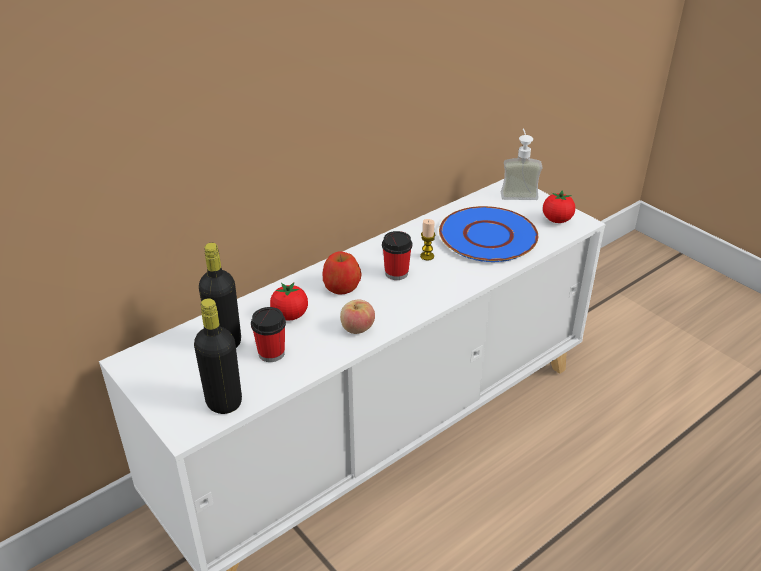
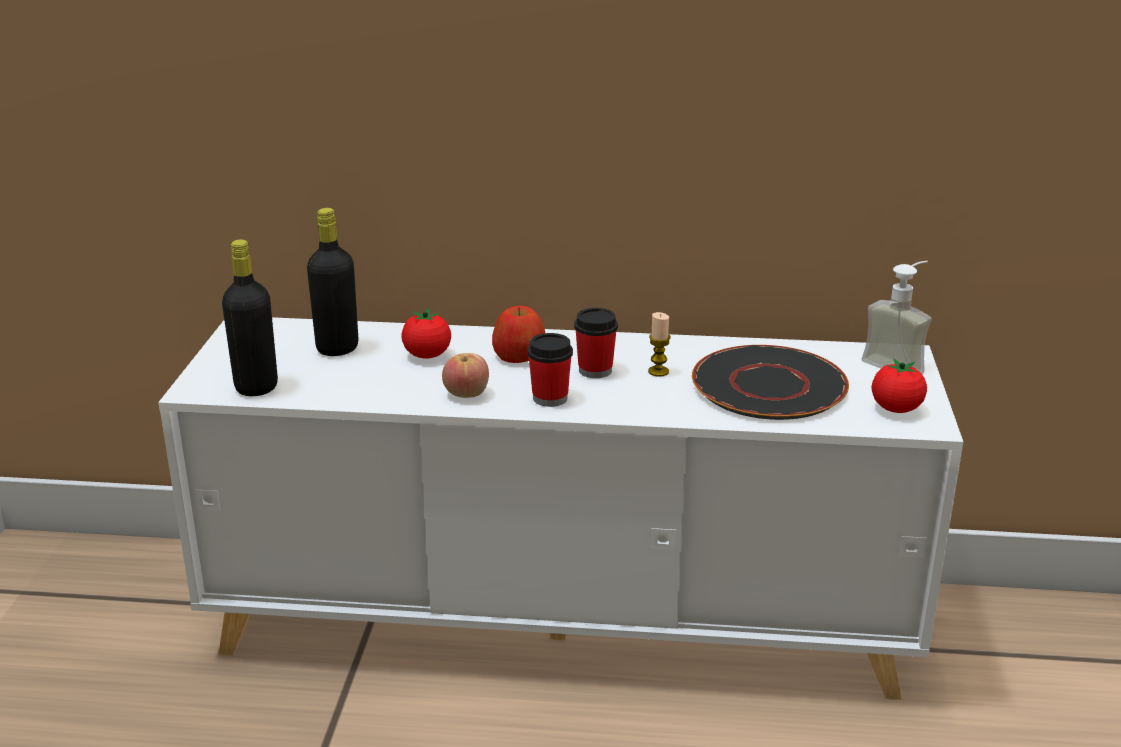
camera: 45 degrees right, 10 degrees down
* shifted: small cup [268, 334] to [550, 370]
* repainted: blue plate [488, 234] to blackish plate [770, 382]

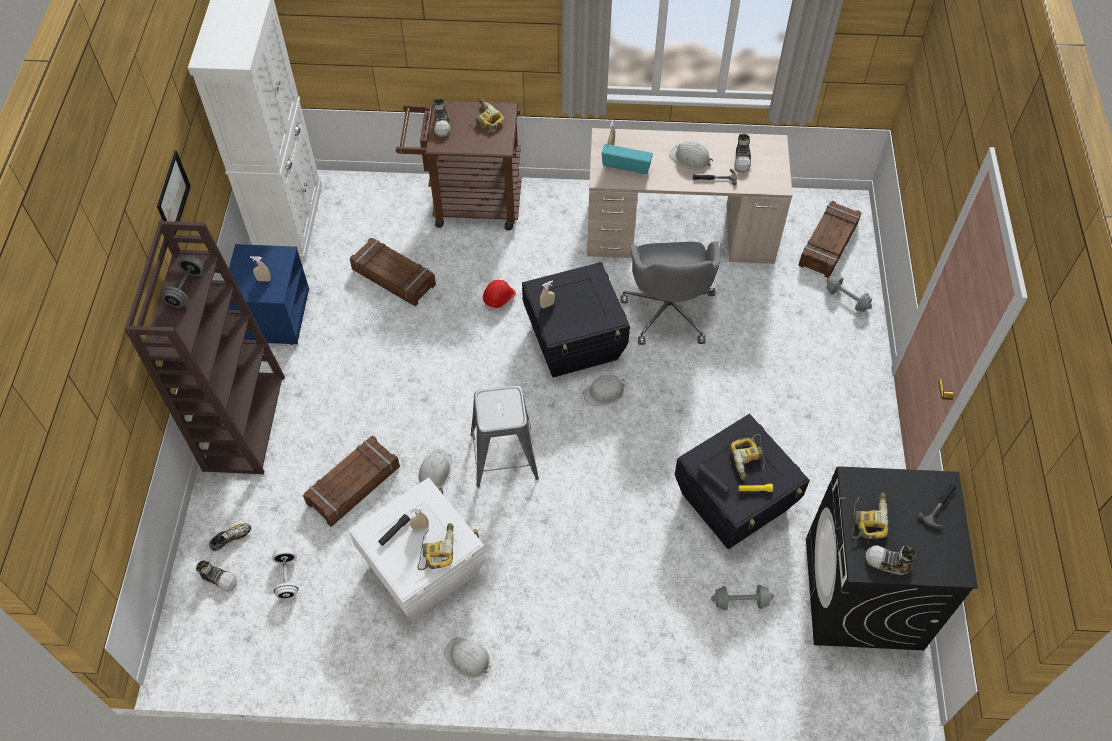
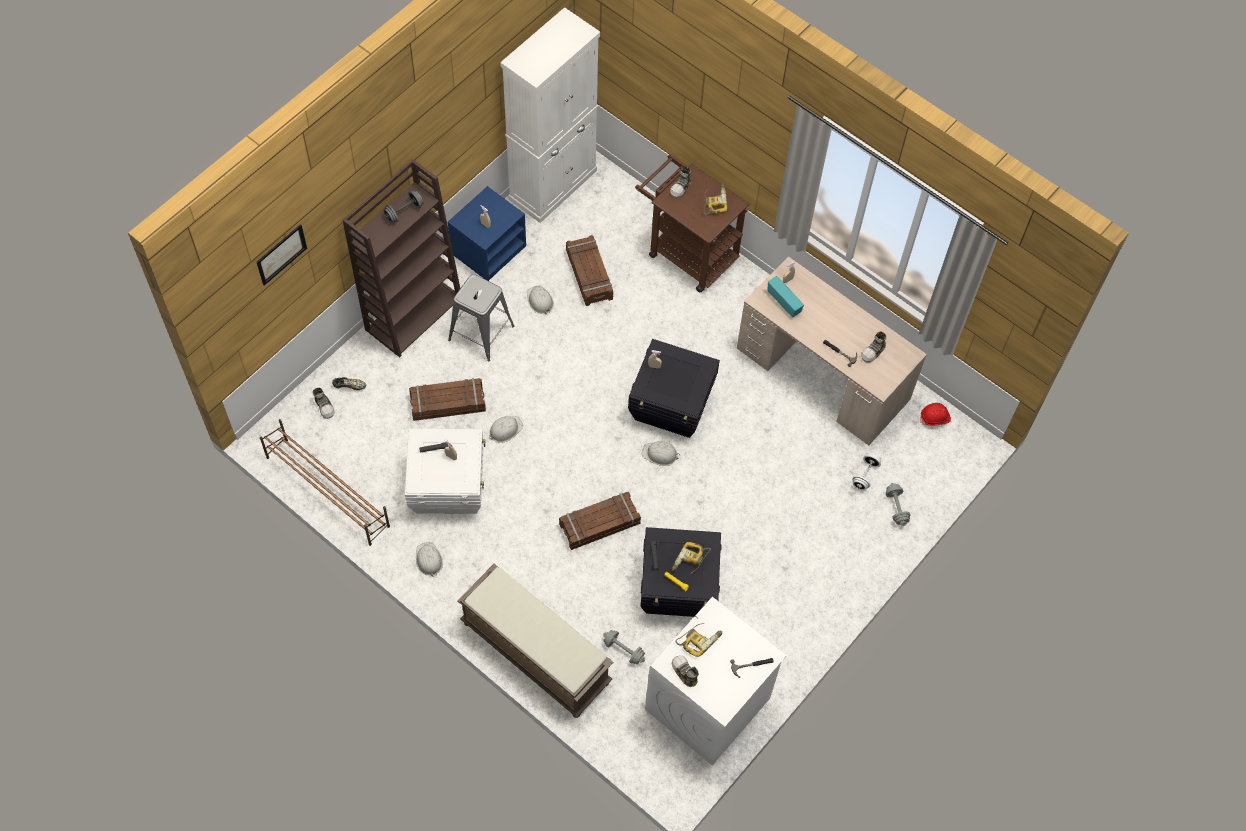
camera: 35 degrees right, 5 degrees up
* gone: drill [436, 546]
* gone: grey office chair [670, 293]
* new: brown shoe rack [325, 482]
* new: brown indoor bench [535, 641]
* shifted: wall picture [173, 193] to [282, 255]
* shifted: white dumbbell [285, 573] to [866, 471]
* shifted: grey stool [504, 436] to [481, 318]
* shifted: red-coloured work helmet [499, 295] to [935, 414]
* shifted: white work helmet [691, 155] to [540, 300]
* shifted: packing crate [829, 239] to [600, 521]
* repainted: blackish laundry machine [892, 558] to white laundry machine [716, 681]

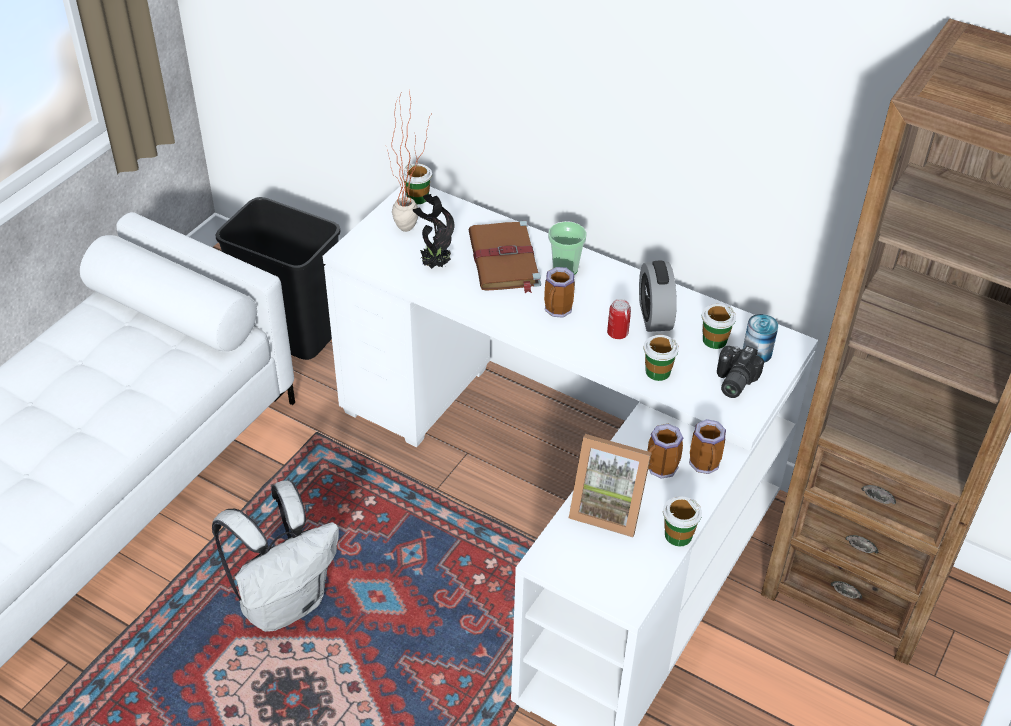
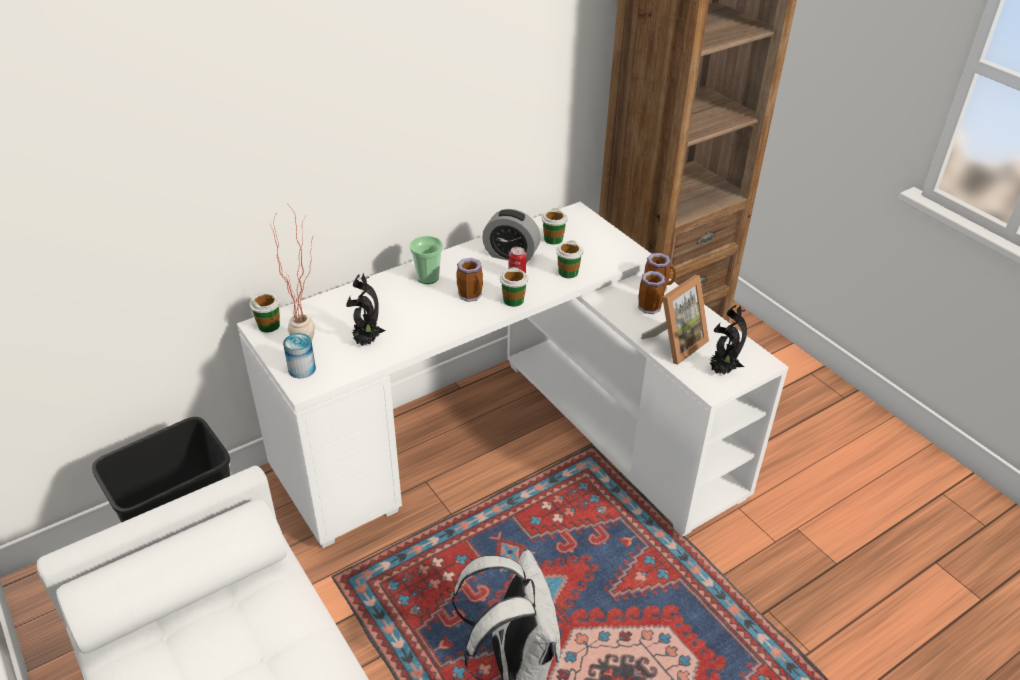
camera: 65 degrees left, 5 degrees down
* gone: brown volume [504, 257]
* gone: still camera [740, 372]
* new: plant in a pot [728, 340]
* shifted: small cup [682, 521] to [514, 287]
* shifted: sealed can [760, 338] to [299, 355]

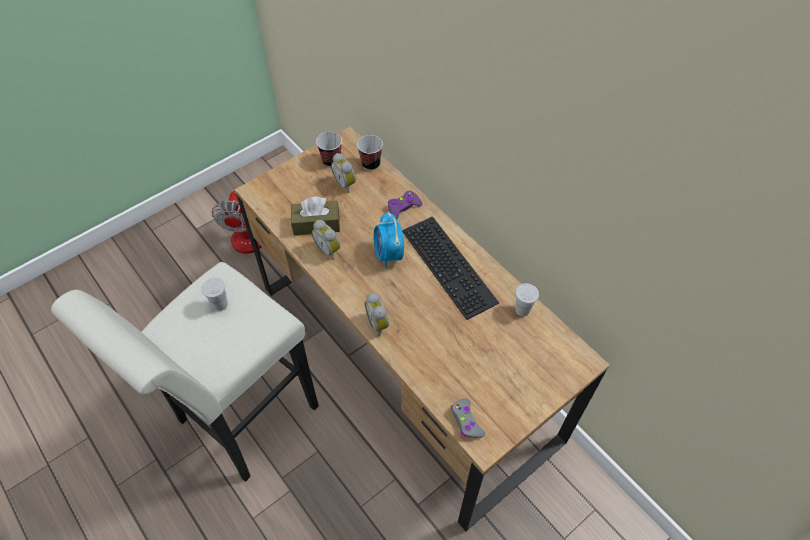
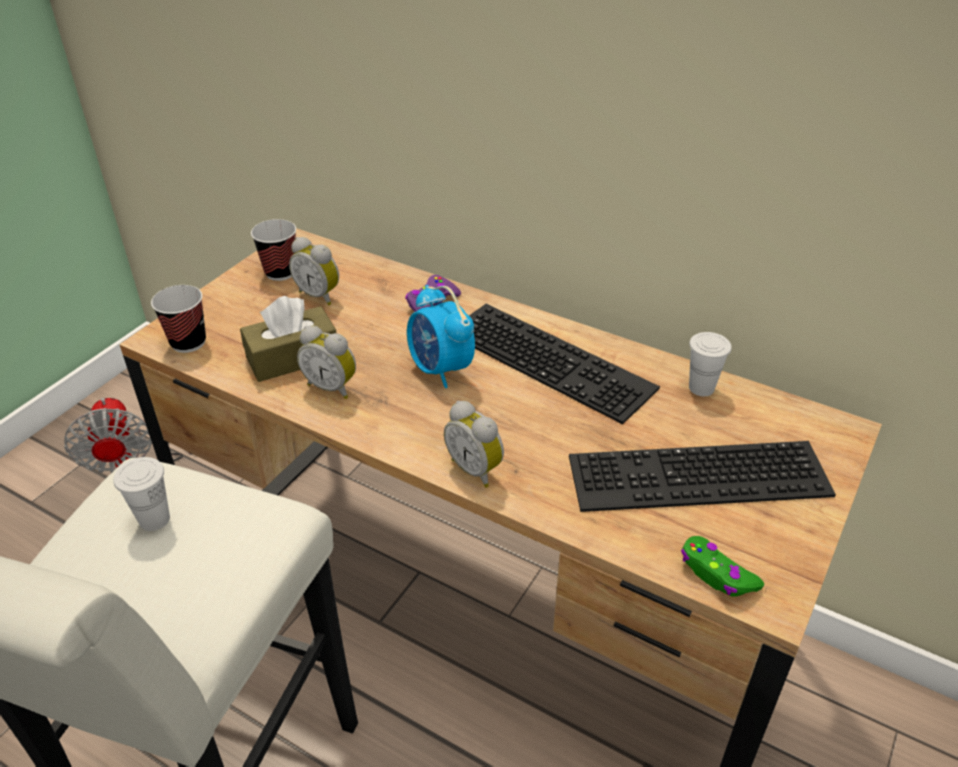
camera: 20 degrees left, 15 degrees down
* new: keyboard [702, 476]
* shifted: small cup [370, 153] to [178, 319]
* repainted: grey joypad [468, 418] to green joypad [722, 566]

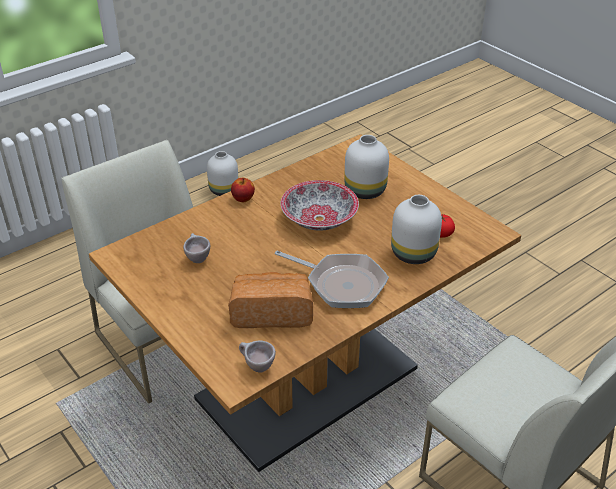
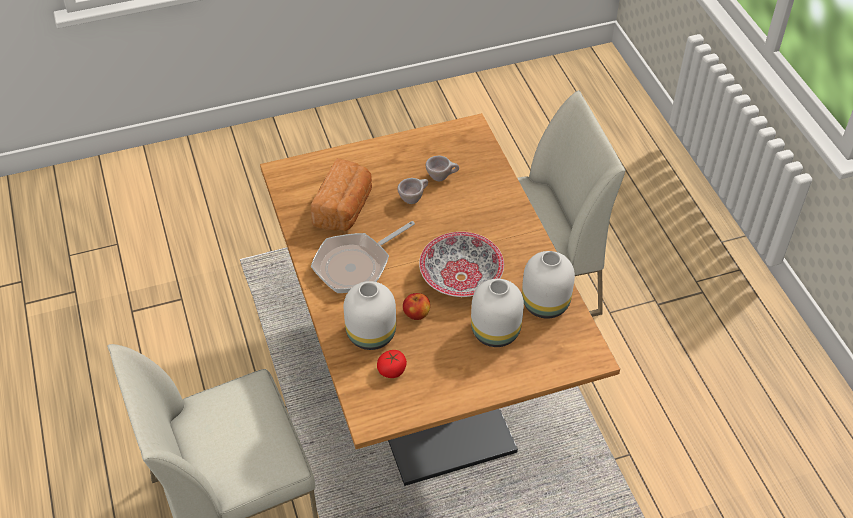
camera: 110 degrees right, 10 degrees up
* shifted: white vase [222, 173] to [548, 285]
* shifted: apple fruit [243, 190] to [416, 306]
* shifted: sand-coloured small cup [257, 356] to [412, 191]

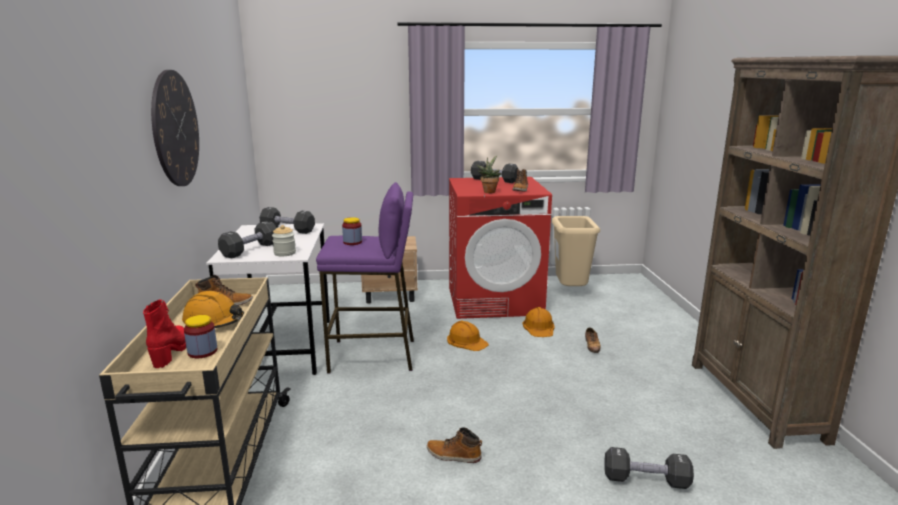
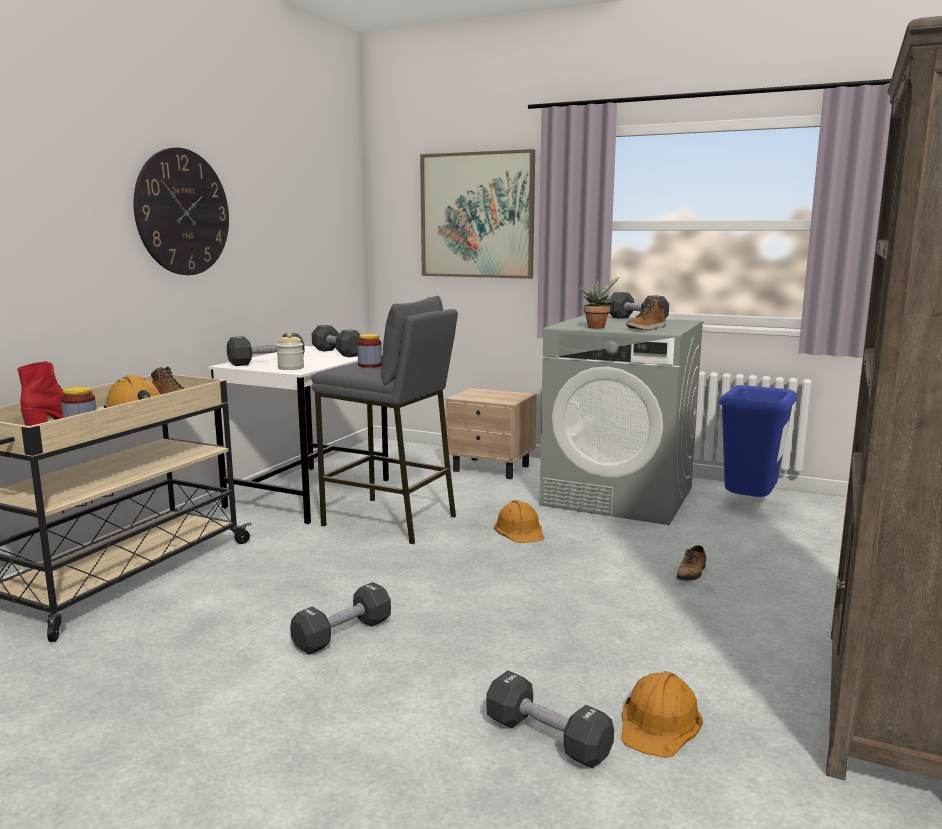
camera: 30 degrees right, 5 degrees down
* new: wall picture [477, 214]
* shifted: orangey work helmet [538, 322] to [662, 714]
* swapped: high-top boot [454, 445] to blackish dumbbell [340, 618]
* repainted: purple-coloured stool [365, 277] to grey stool [384, 420]
* repainted: red-coloured laundry machine [500, 248] to grey laundry machine [621, 420]
* repainted: sand-coloured rubbish bin [576, 251] to blue rubbish bin [757, 441]

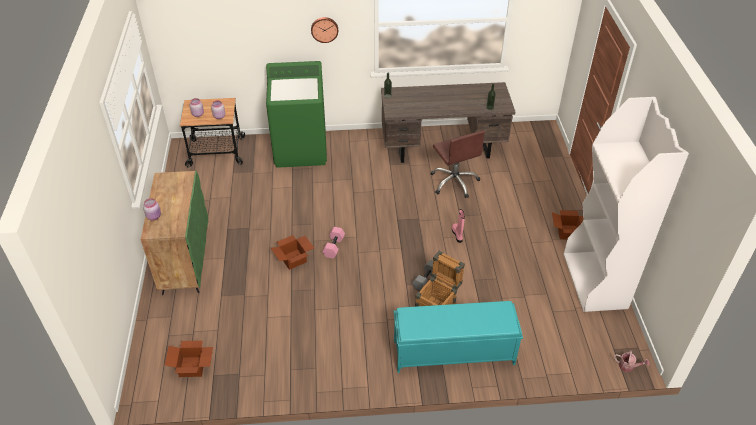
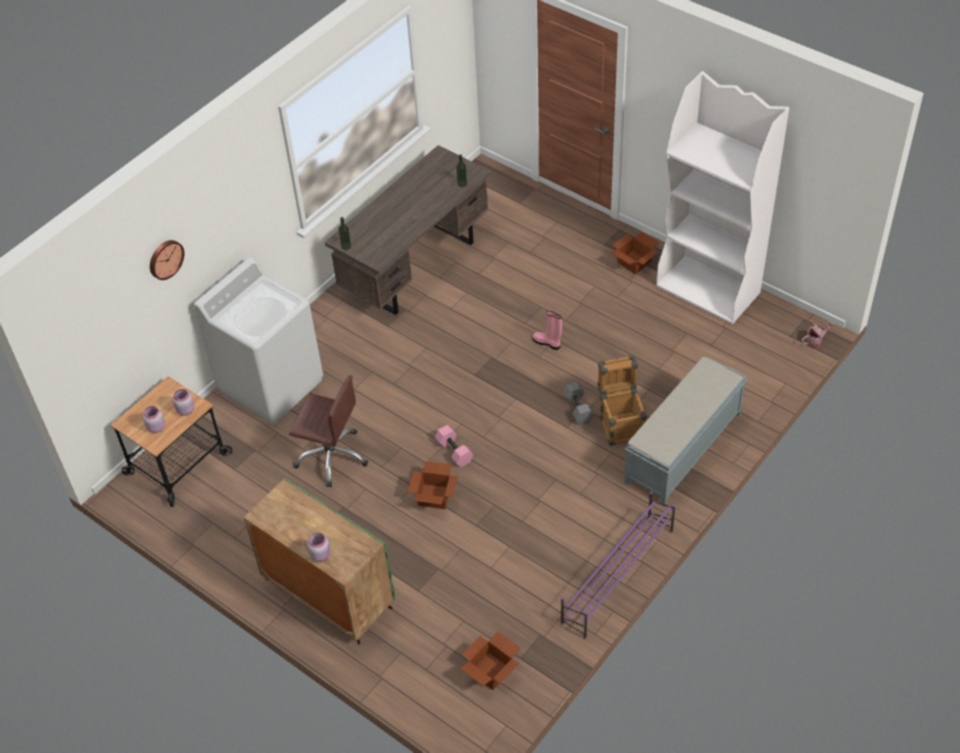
camera: 45 degrees left, 5 degrees up
* new: purple-coloured shoe rack [618, 565]
* shifted: wall clock [324, 30] to [167, 260]
* shifted: brown office chair [458, 164] to [328, 431]
* repainted: green laundry machine [296, 114] to white laundry machine [258, 341]
* repainted: blue-green indoor bench [458, 337] to grey indoor bench [685, 431]

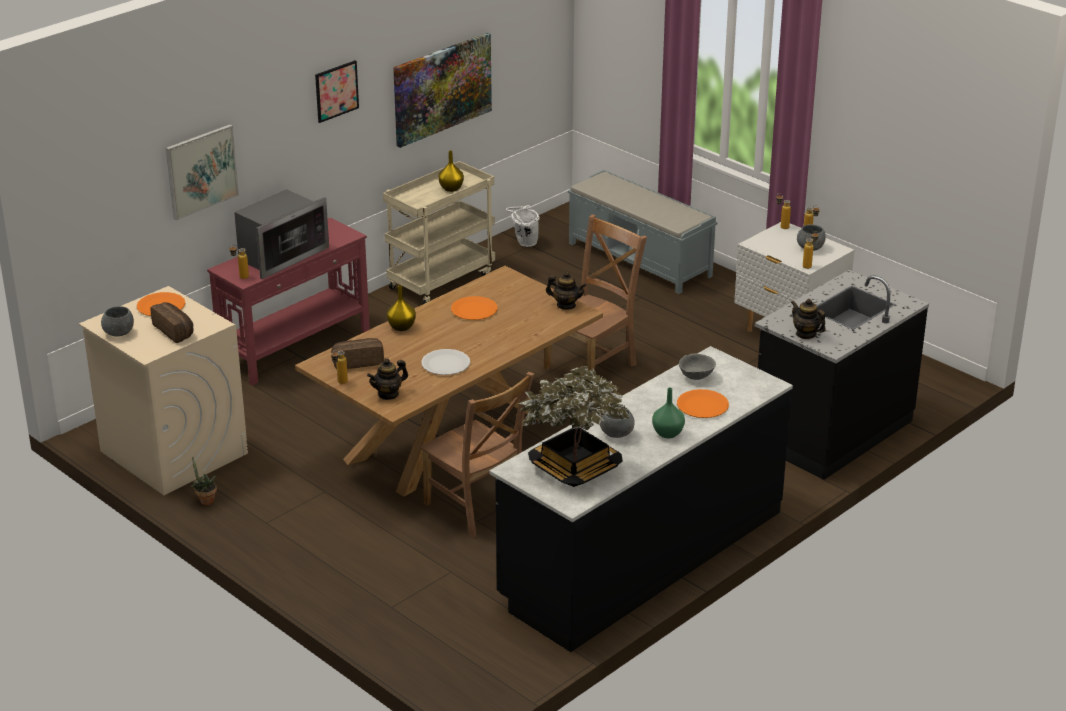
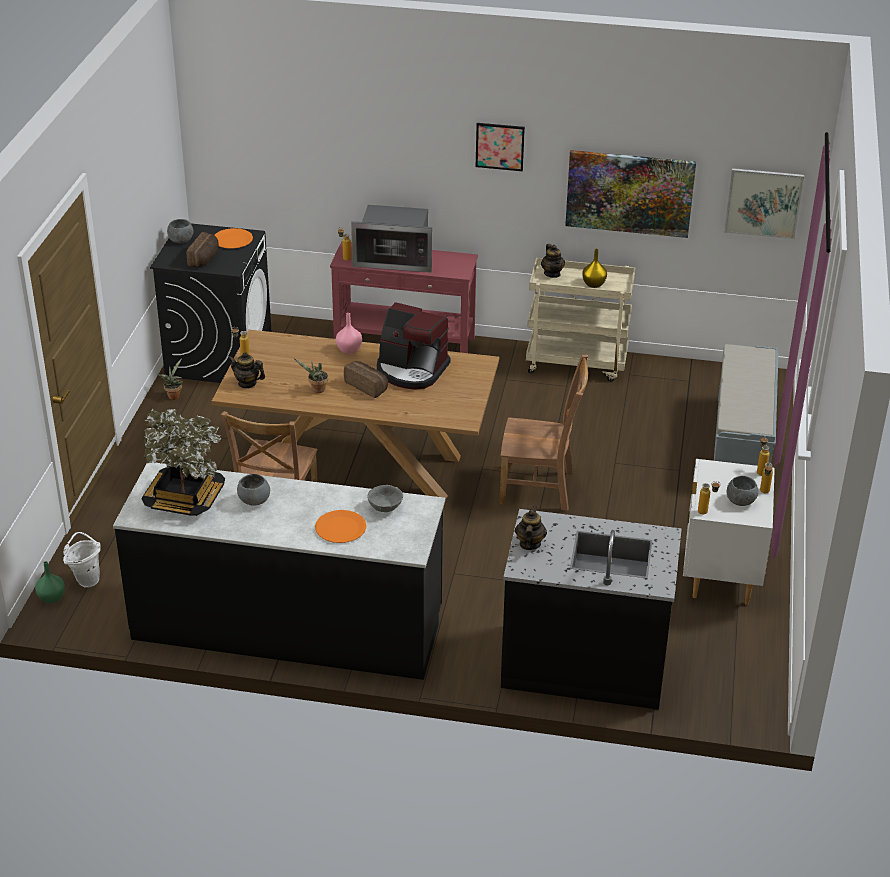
camera: 55 degrees right, 5 degrees up
* shifted: wall picture [202, 172] to [764, 203]
* shifted: bread [357, 353] to [366, 379]
* shifted: white water bucket [523, 226] to [82, 559]
* shifted: teapot [566, 291] to [553, 261]
* shifted: green vase [668, 413] to [50, 582]
* swapped: white plate [445, 362] to plant in a pot [311, 376]
* swapped: orangey plate [474, 308] to coffee machine [414, 346]
* repainted: sand-coloured laundry machine [163, 390] to blackish laundry machine [211, 303]
* repainted: yellow vase [401, 308] to pink-coloured vase [349, 333]

